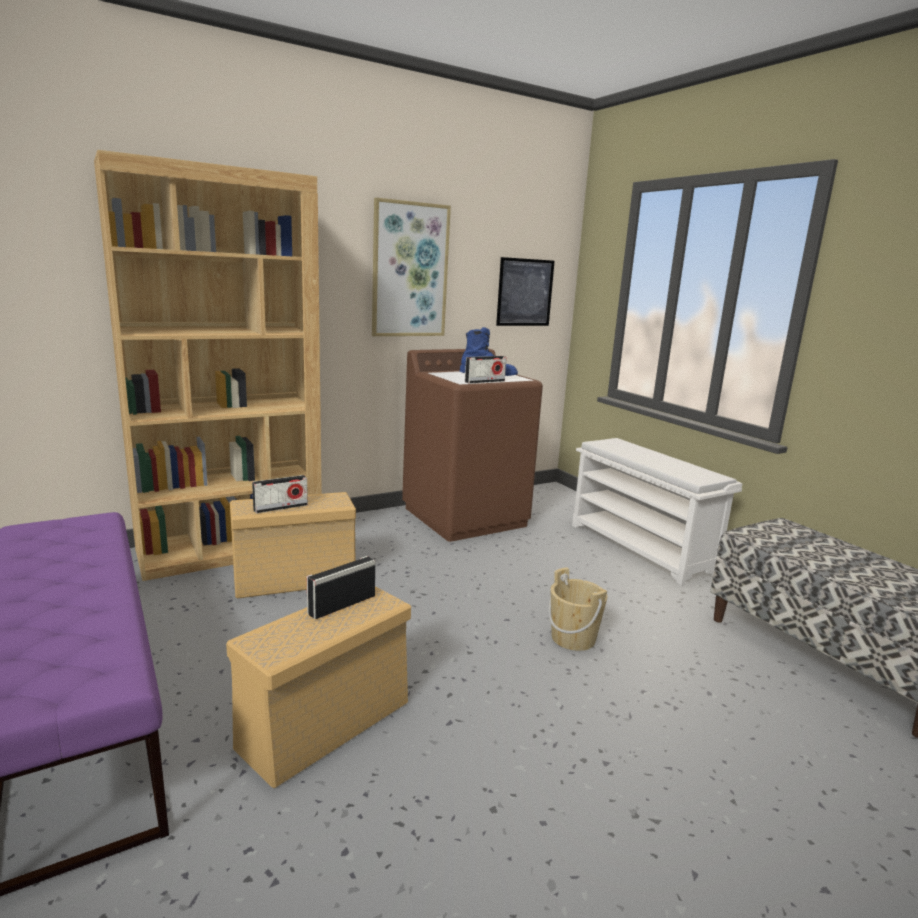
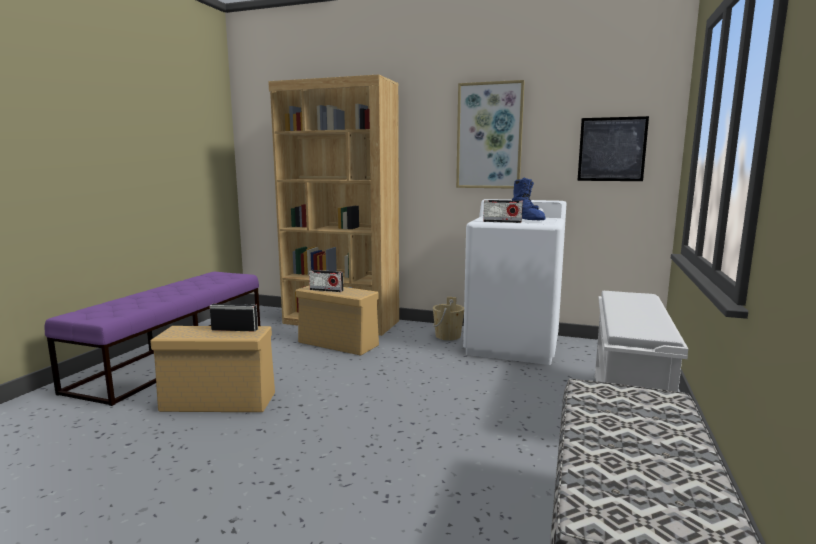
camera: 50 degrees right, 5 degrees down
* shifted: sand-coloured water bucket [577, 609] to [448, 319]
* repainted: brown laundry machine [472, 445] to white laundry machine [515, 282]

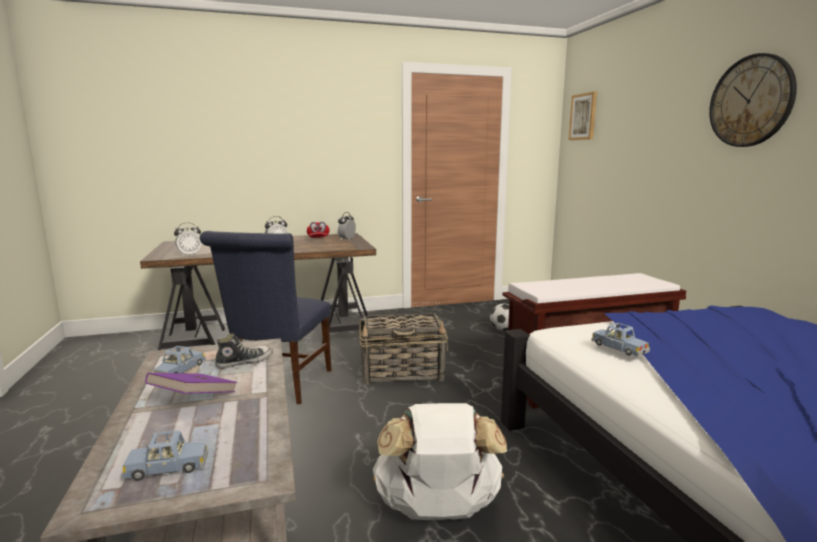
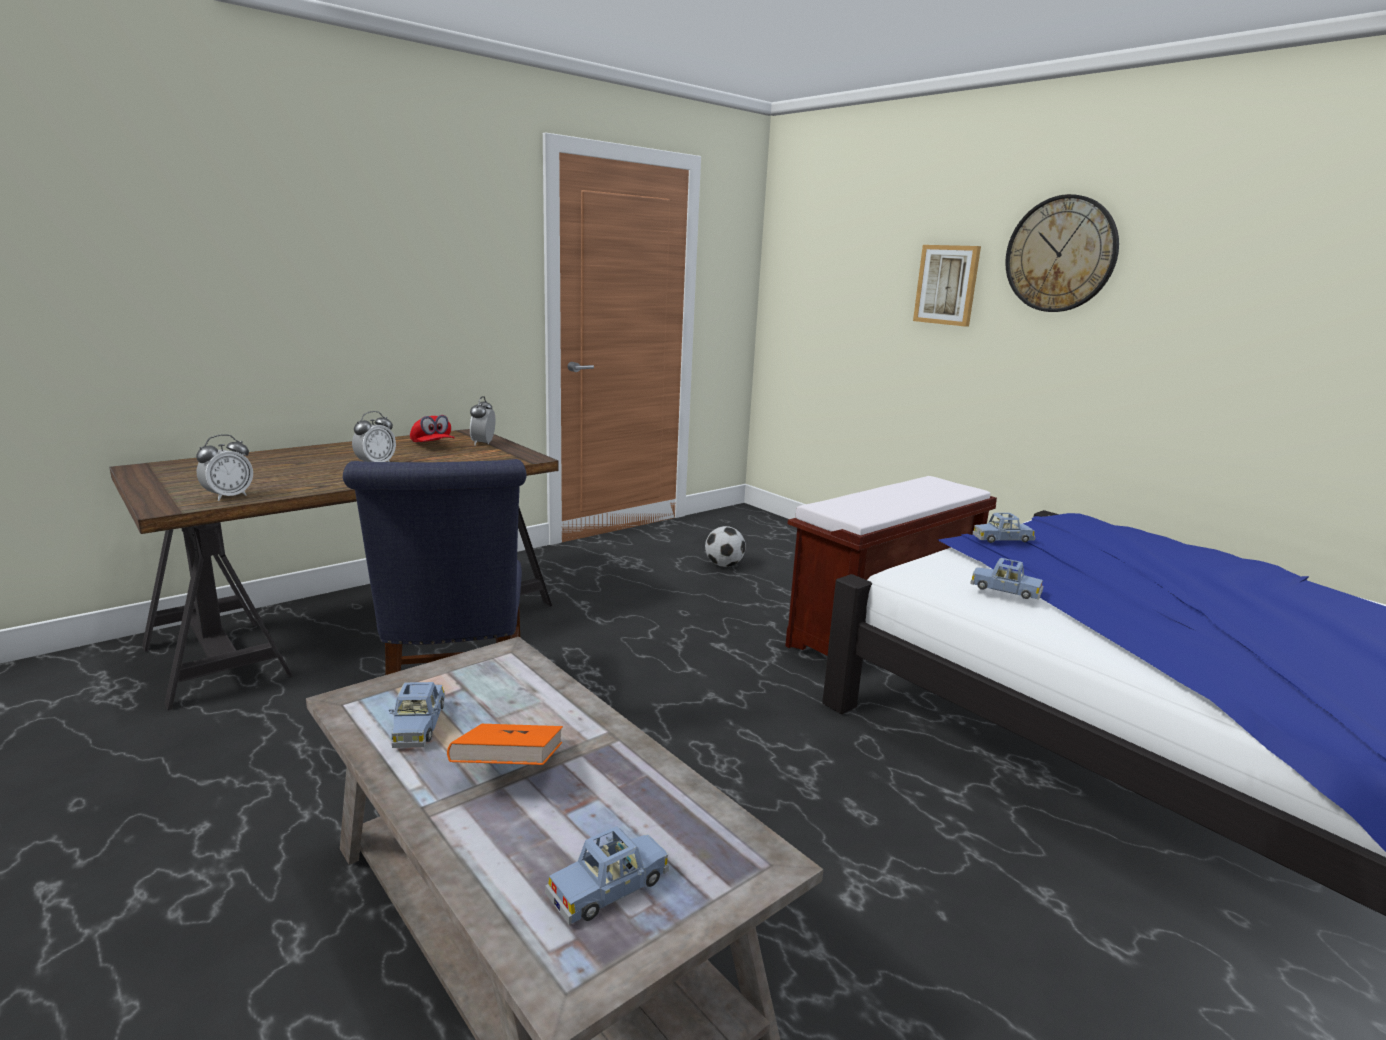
camera: 25 degrees left, 5 degrees up
* gone: item of footwear [244, 351]
* gone: basket [403, 349]
* gone: white knapsack [440, 461]
* new: blue model car [1004, 528]
* shifted: wall picture [583, 116] to [947, 286]
* repainted: purple-coloured volume [191, 383] to orangey volume [505, 744]

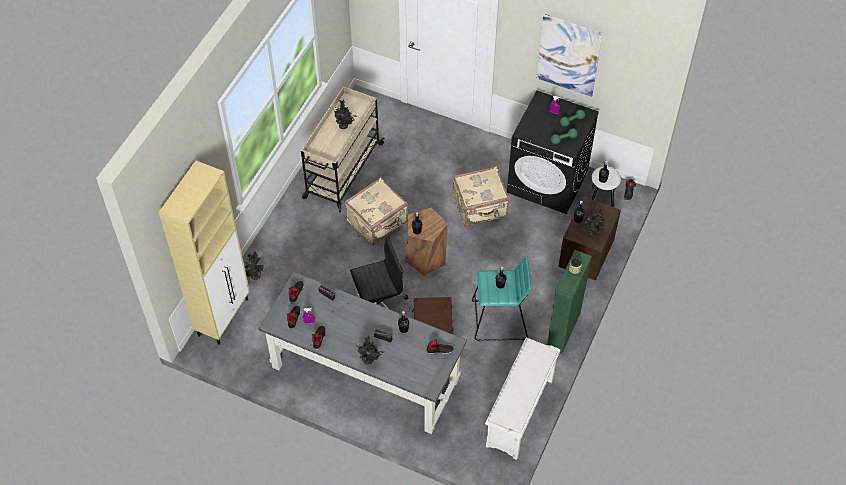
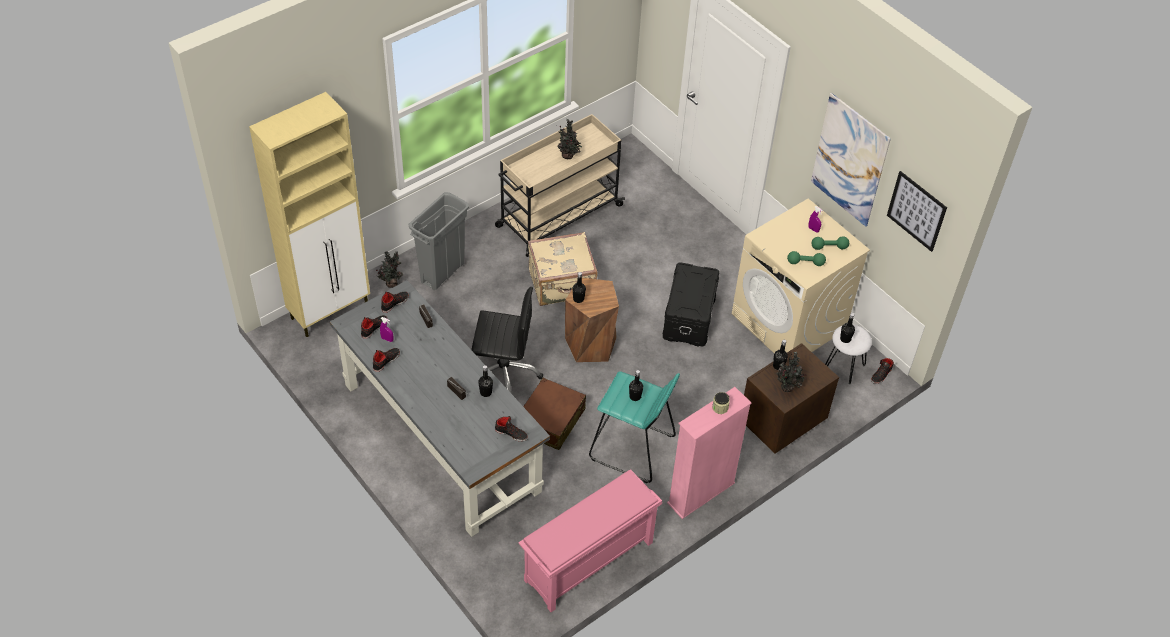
camera: 25 degrees right, 5 degrees down
* gone: plant in a pot [369, 350]
* new: grey rubbish bin [439, 241]
* new: wall picture [917, 211]
* swapped: sand-coloured suitcase [481, 196] to blackish storage container [691, 304]
* repainted: white shoe rack [522, 398] to pink-coloured shoe rack [590, 541]
* repainted: blackish laundry machine [553, 152] to sand-coloured laundry machine [800, 276]
* repainted: green bookcase [569, 302] to pink-coloured bookcase [709, 453]

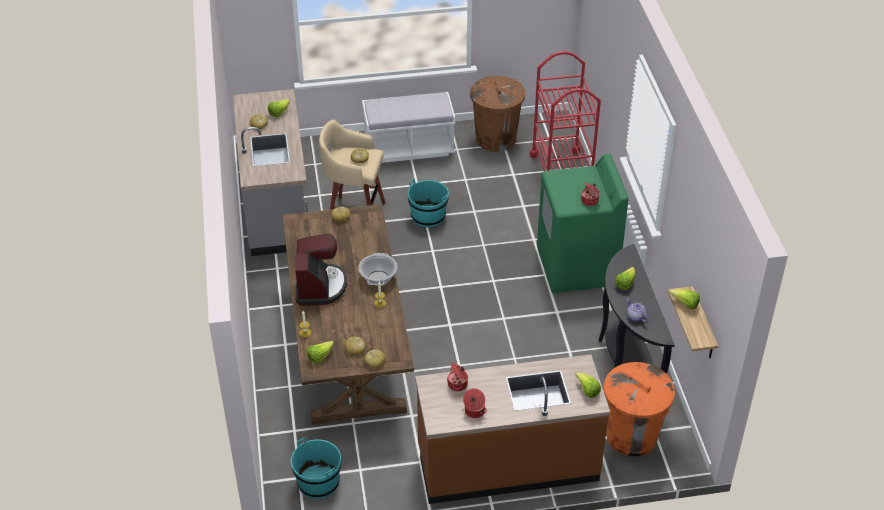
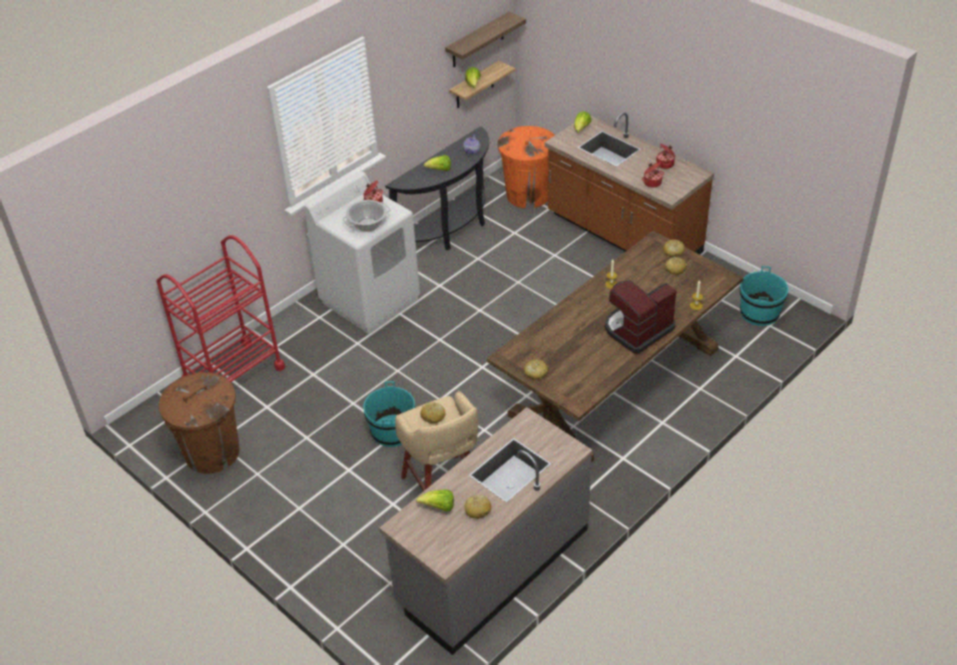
camera: 125 degrees left, 0 degrees up
* gone: lettuce head [320, 352]
* gone: white indoor bench [408, 127]
* new: bracket shelf [485, 39]
* shifted: cooking pot [378, 269] to [367, 216]
* repainted: green laundry machine [583, 223] to white laundry machine [362, 252]

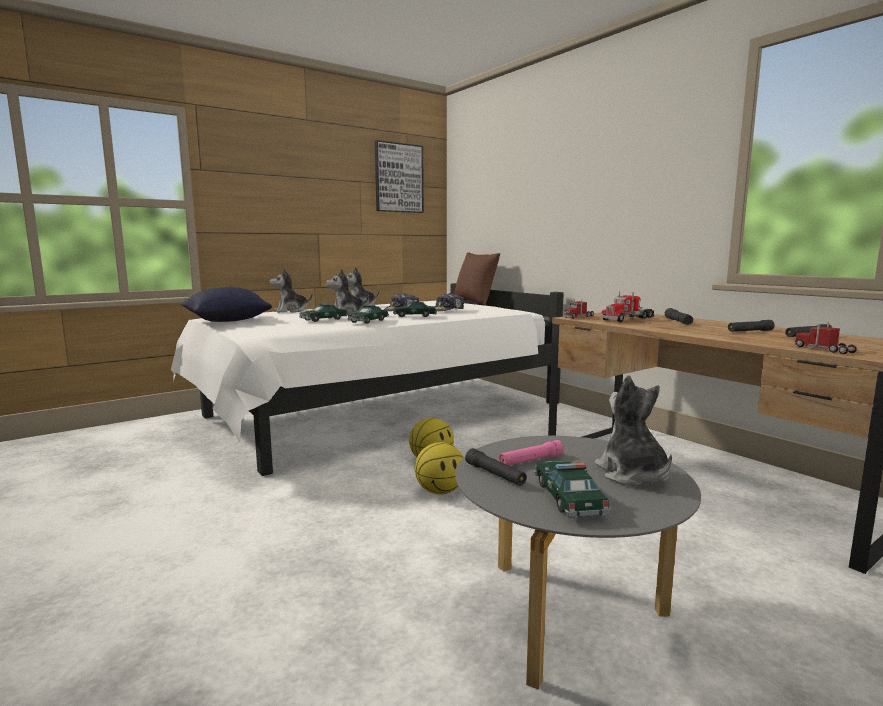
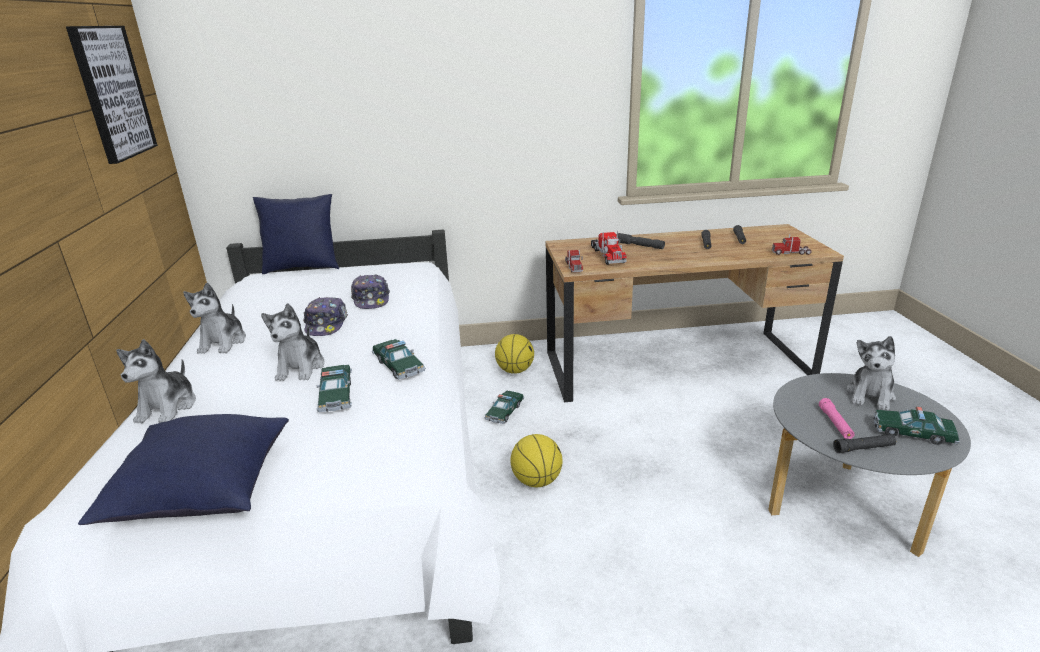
camera: 60 degrees left, 15 degrees up
* shifted: model car [415, 308] to [504, 407]
* shifted: ball for basketball [439, 468] to [514, 354]
* repainted: brown cushion [477, 278] to blue cushion [296, 234]
* rotated: plush toy [633, 430] = [871, 373] 75 degrees counterclockwise

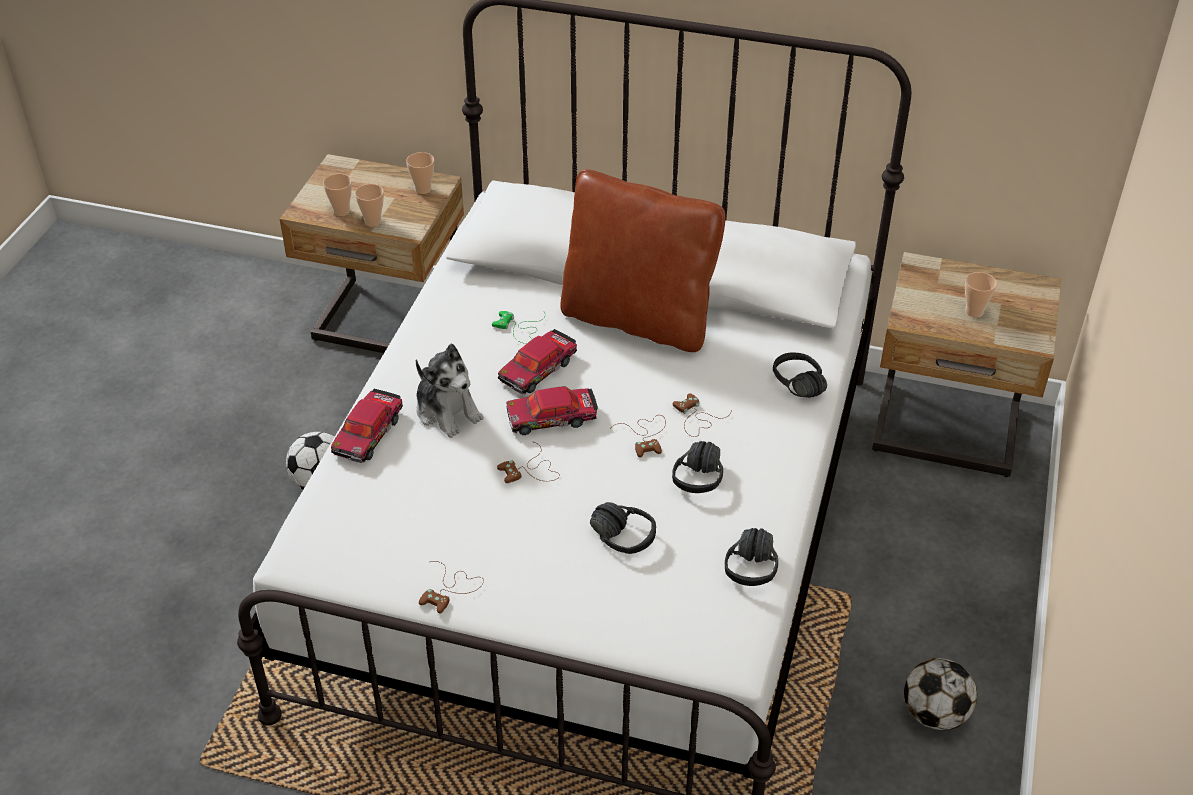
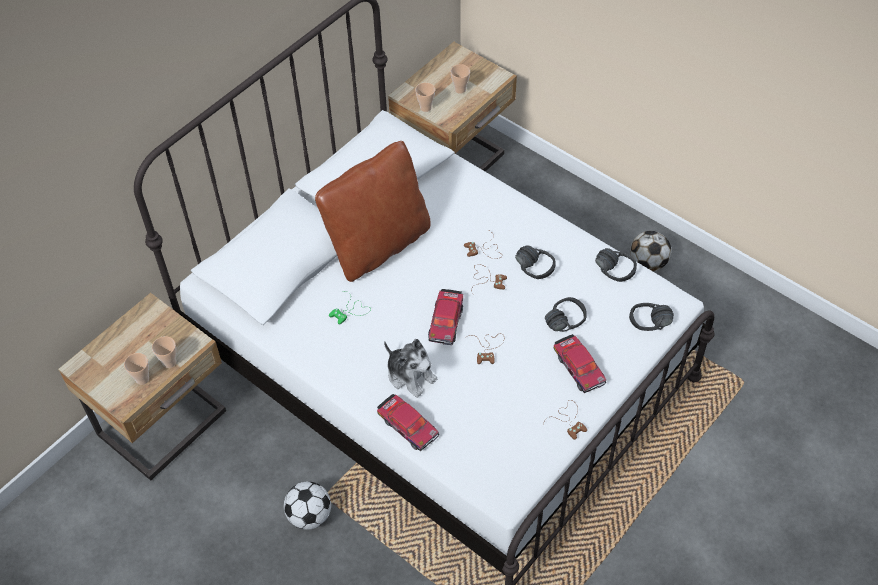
camera: 65 degrees left, 10 degrees up
* shifted: small cup [420, 173] to [425, 97]
* shifted: model car [537, 361] to [580, 363]
* shifted: blackish headset [800, 375] to [651, 317]
* rotated: plush toy [450, 391] = [410, 368] 60 degrees clockwise

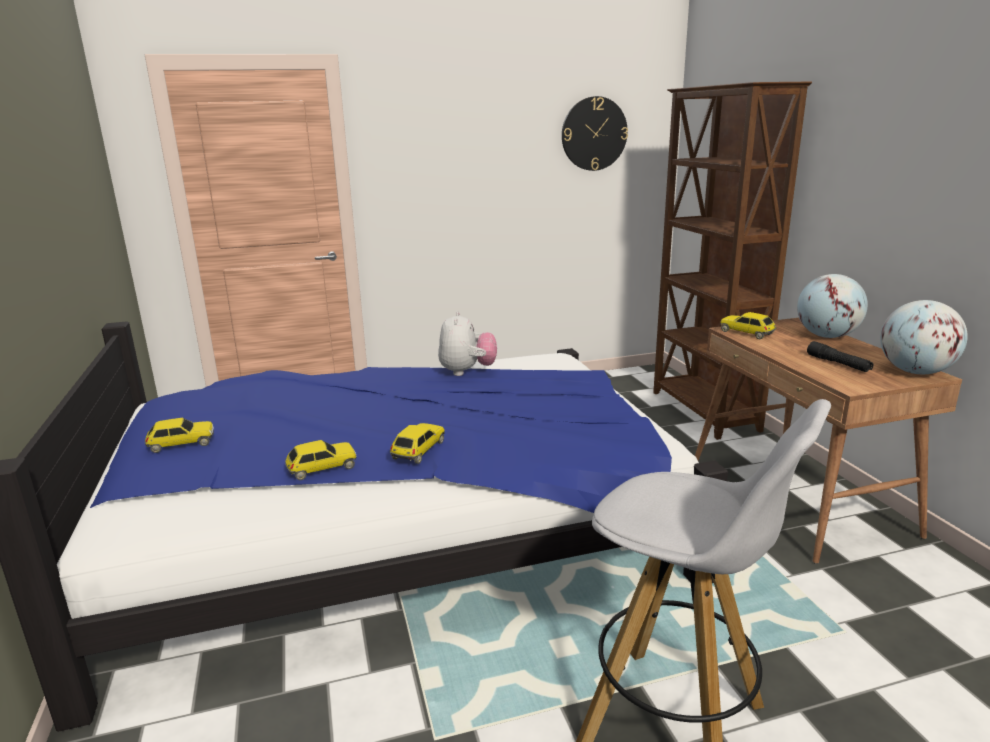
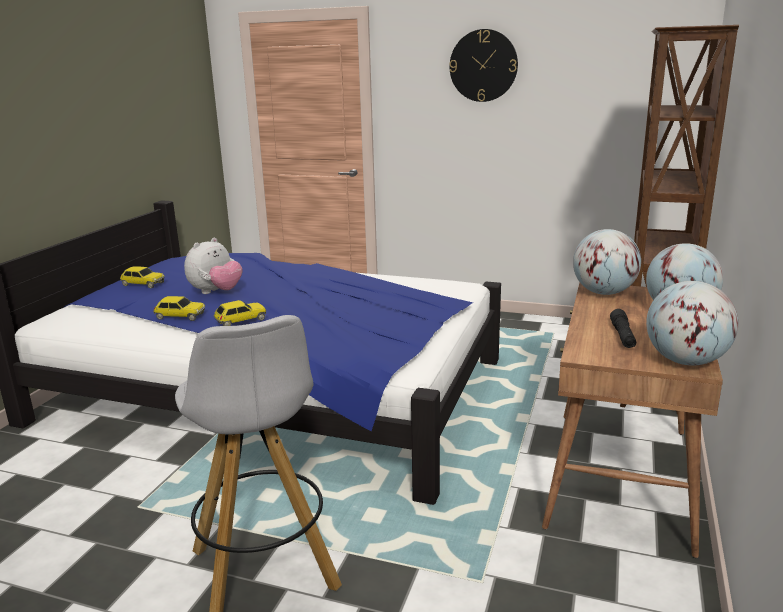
camera: 35 degrees right, 0 degrees up
* shifted: plush toy [467, 343] to [213, 266]
* shifted: wall clock [595, 133] to [484, 65]
* swapped: model car [748, 325] to world globe [607, 262]

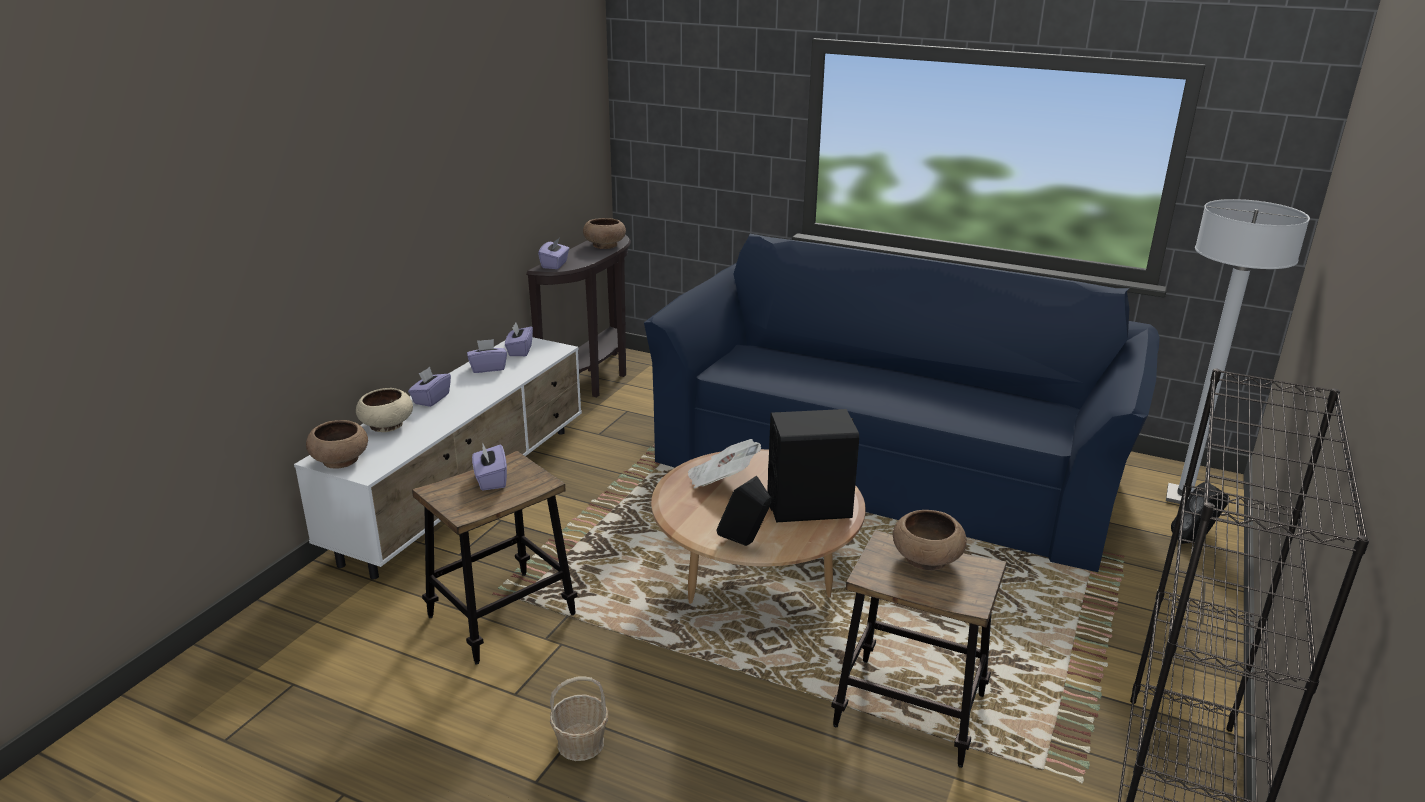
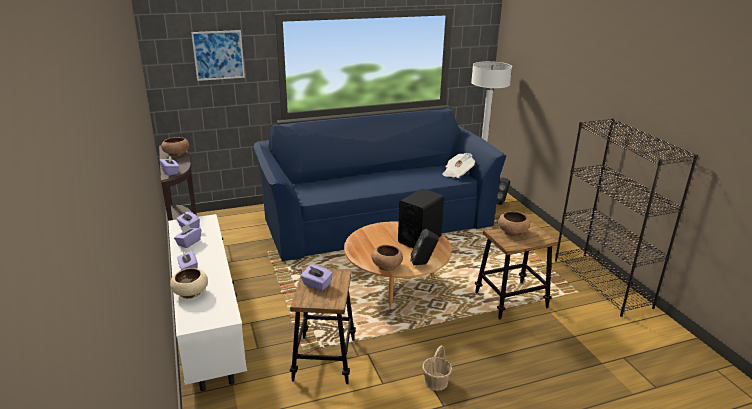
camera: 45 degrees left, 0 degrees up
* new: wall picture [218, 55]
* shifted: brown deep dish [337, 444] to [387, 258]
* shifted: printed paper [724, 464] to [458, 165]

